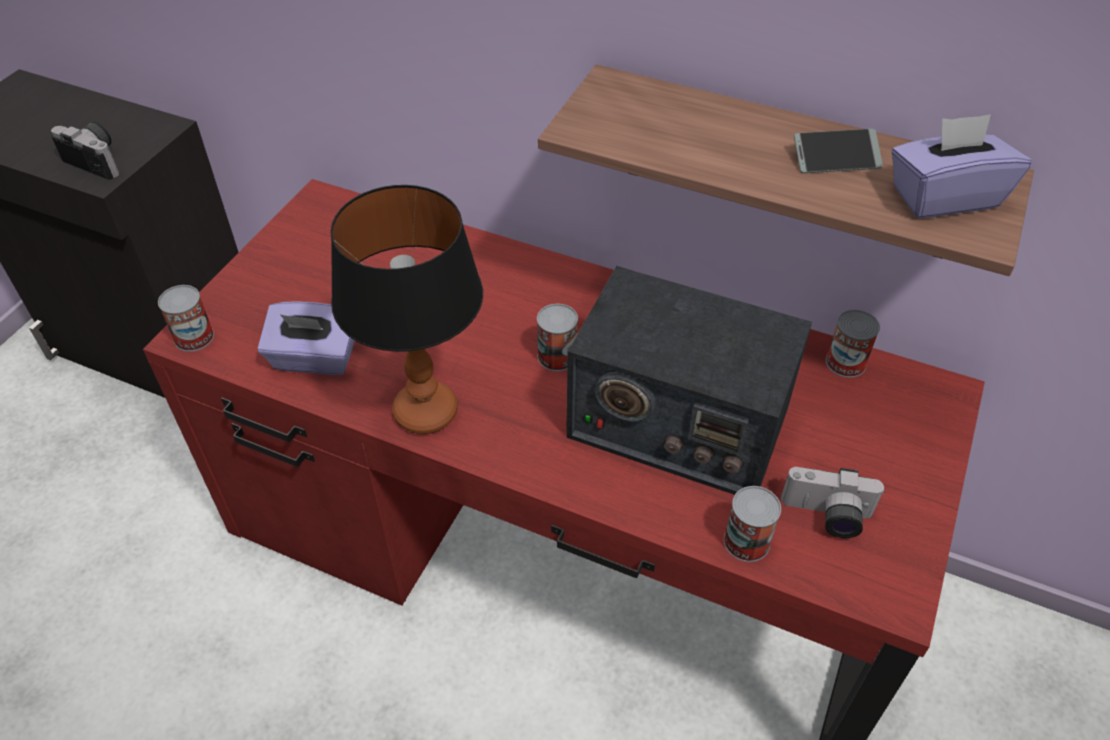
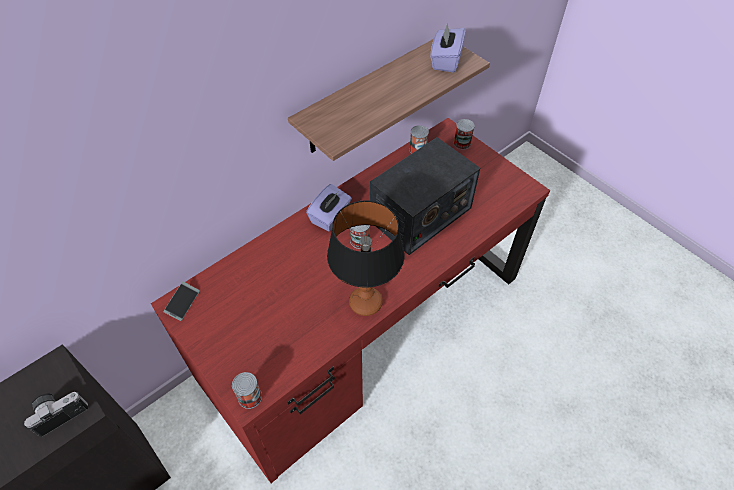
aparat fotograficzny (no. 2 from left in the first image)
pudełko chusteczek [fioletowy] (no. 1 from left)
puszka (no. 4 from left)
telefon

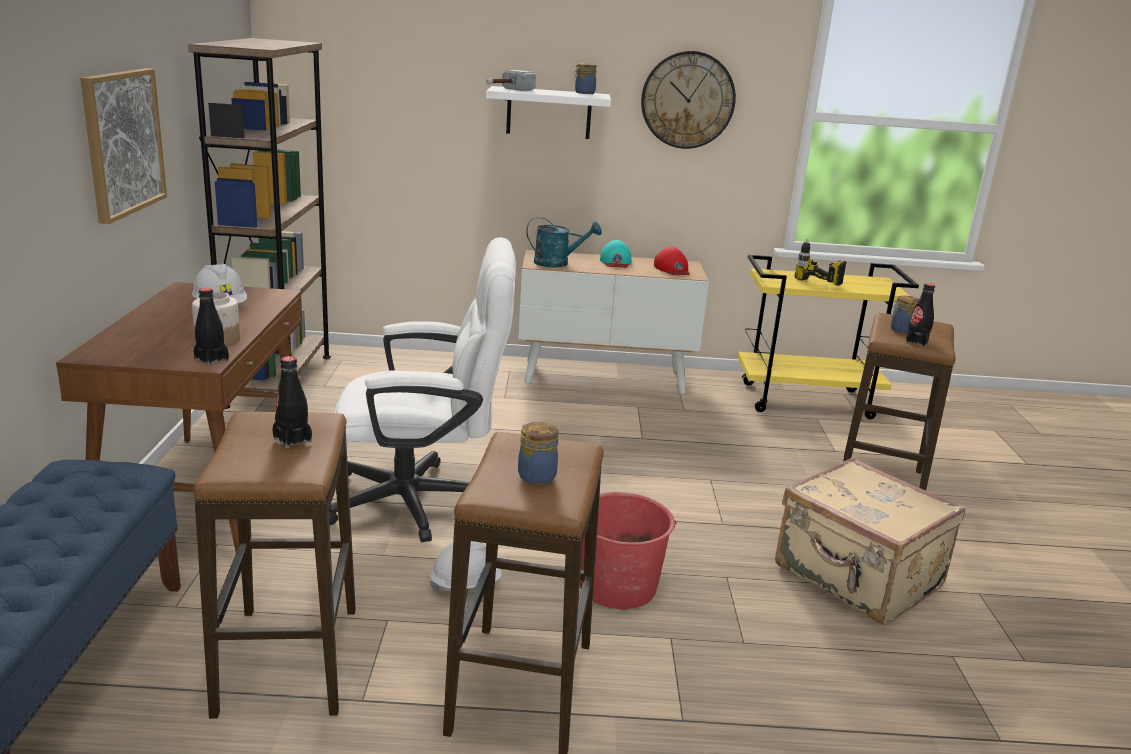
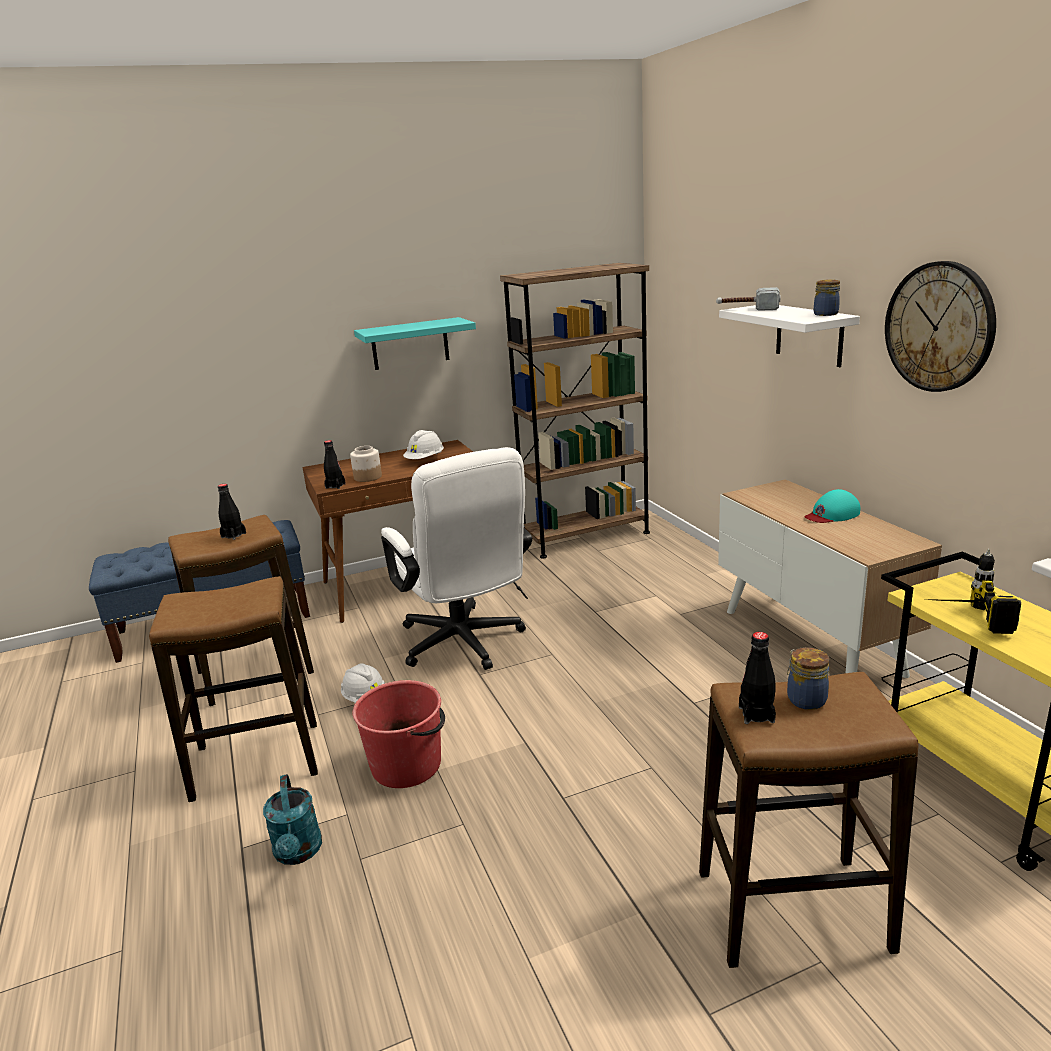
słoik (no. 2 from left in the first image)
czapka z daszkiem [czerwony]
walizka [beżowy]
konewka [turkusowy]
półka [turkusowy]

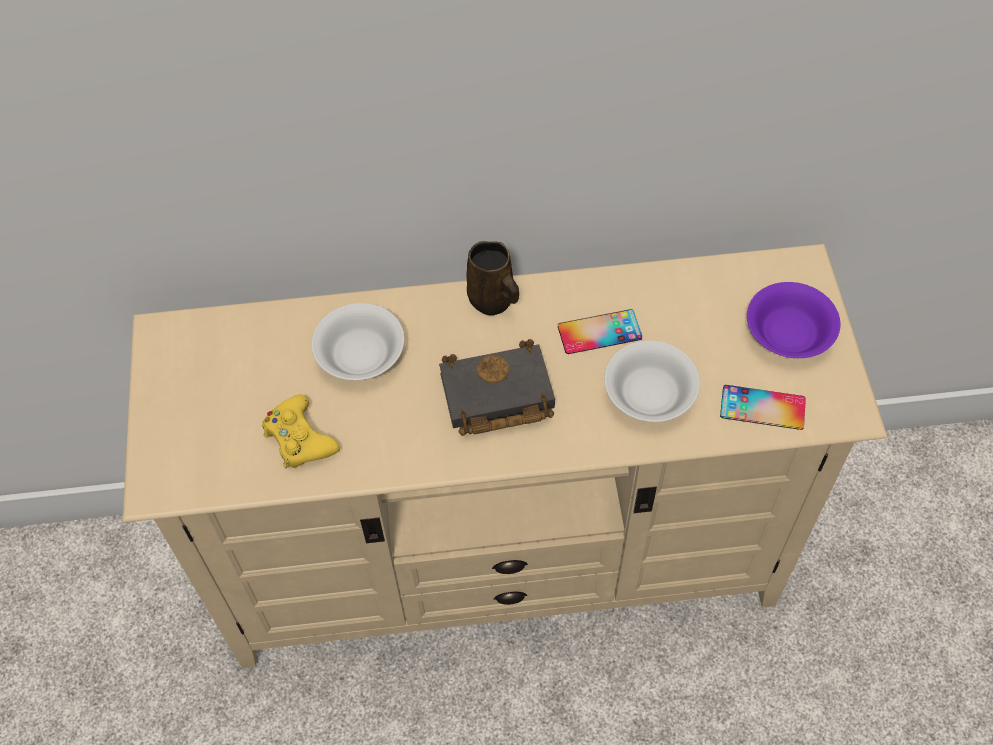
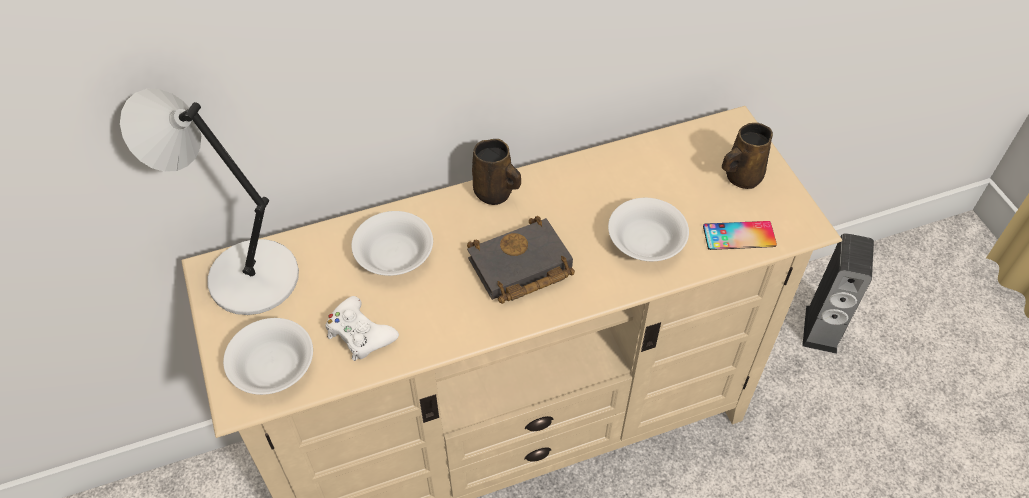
telefon (no. 1 from left in the first image)
lampa stołowa [szary]
miska [biały] (no. 1 from left)
głośnik
kubek [brązowy] (no. 2 from left)
pad do gier [biały]

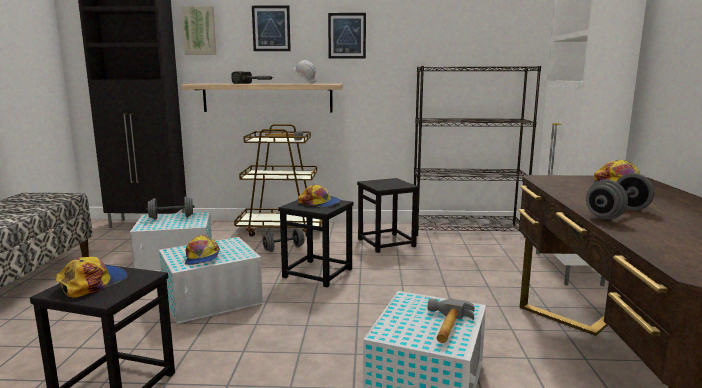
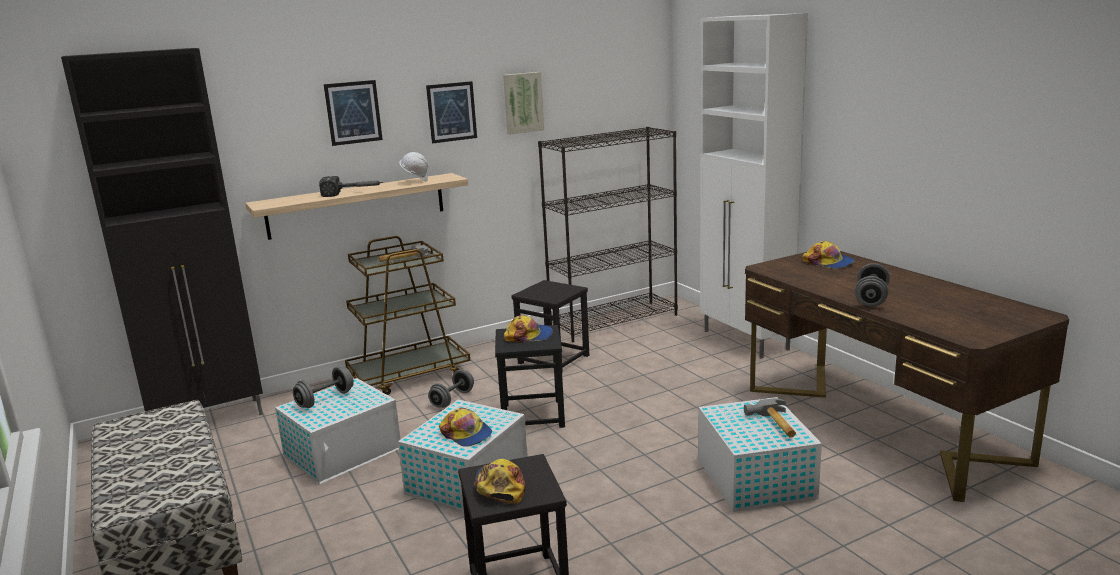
obraz (no. 3 from left)

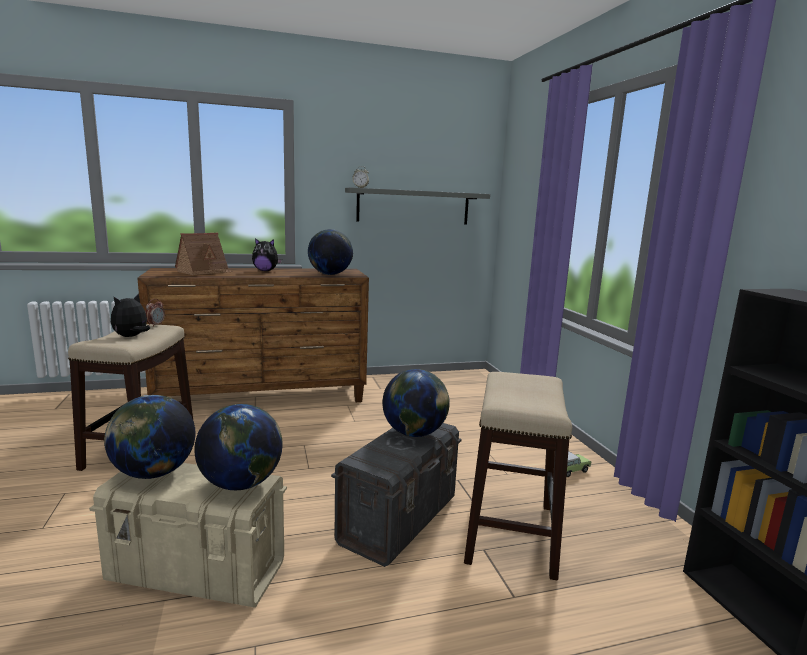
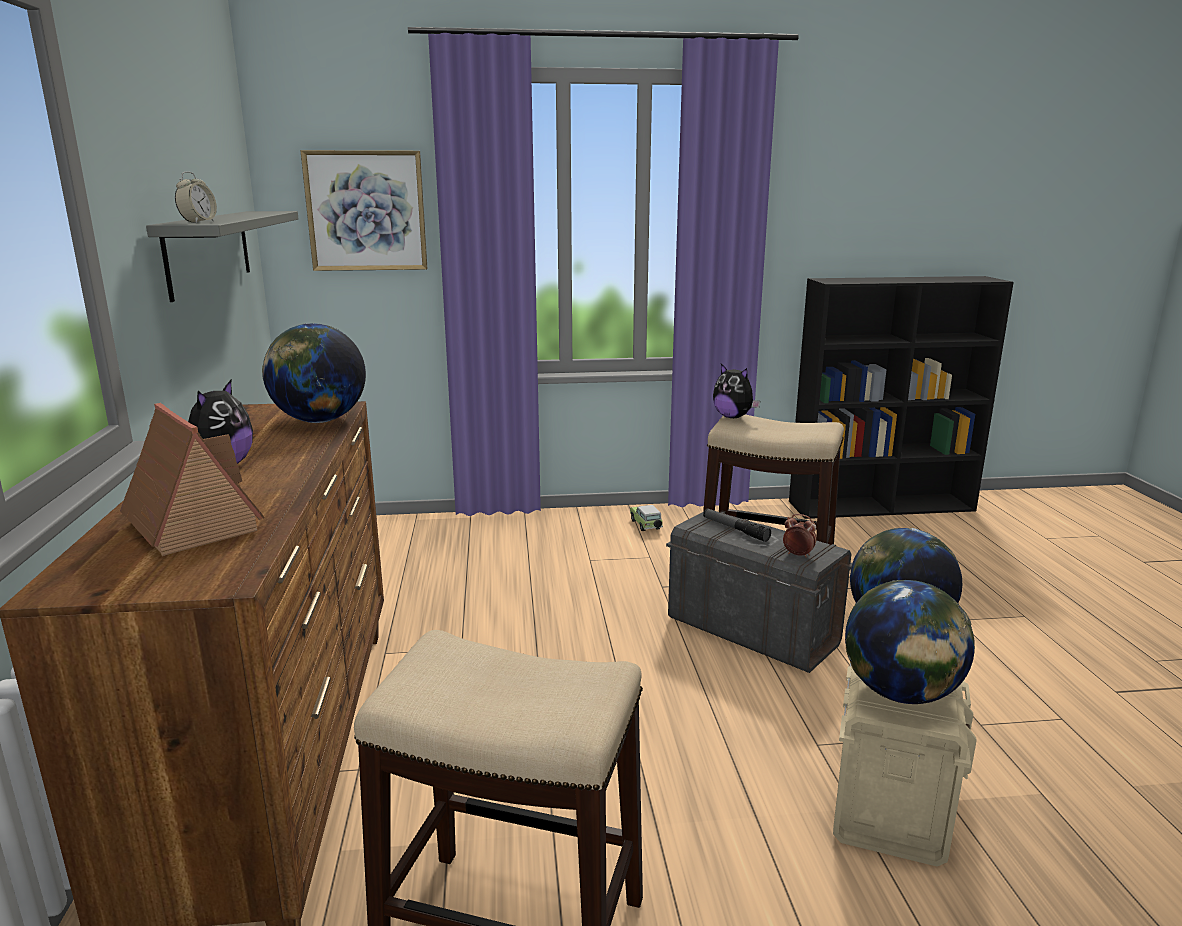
obraz
pluszak (no. 2 from left)
budzik (no. 2 from left)
latarka

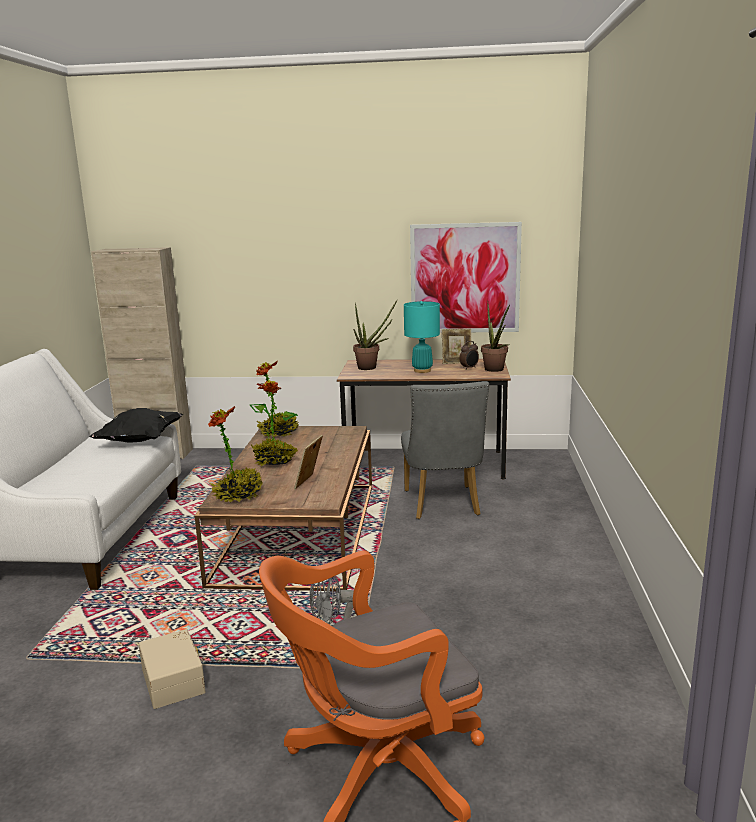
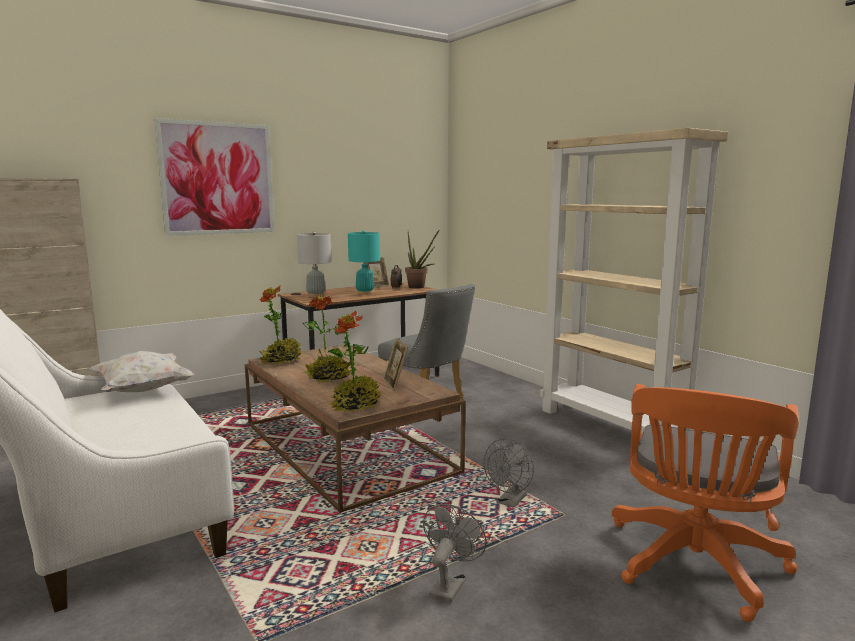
regał [beżowy]
obraz
wentylator [szary] (no. 1 from left)
lampa stołowa [szary]
poduszka [biały]

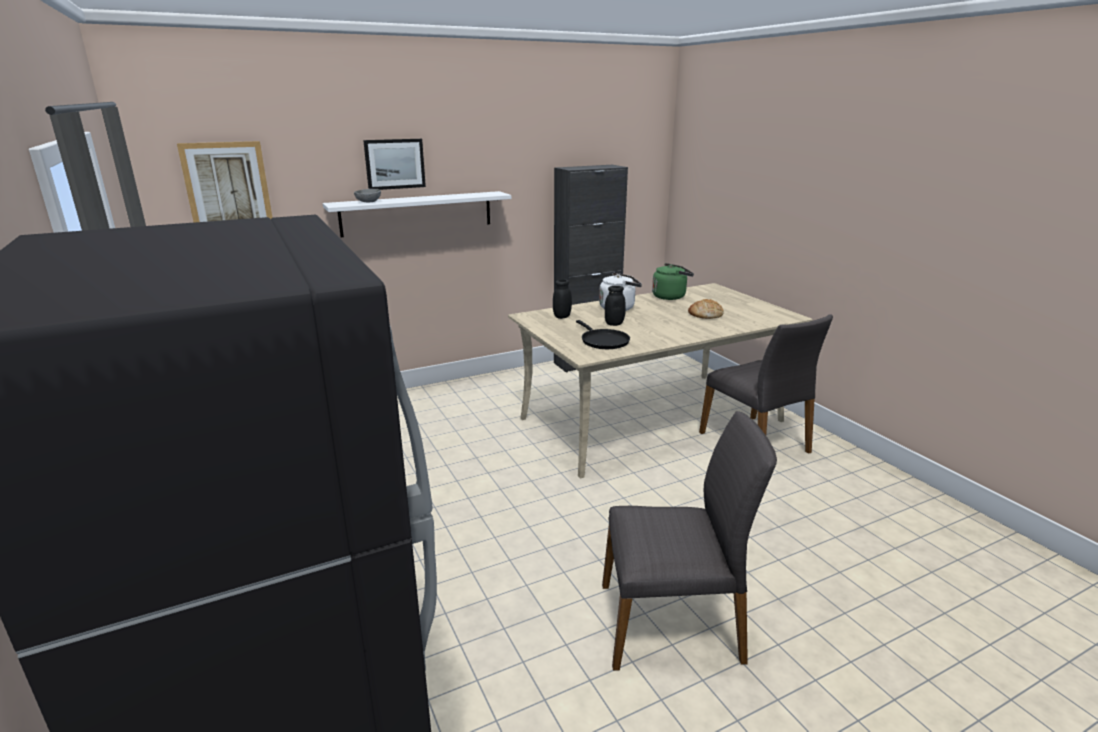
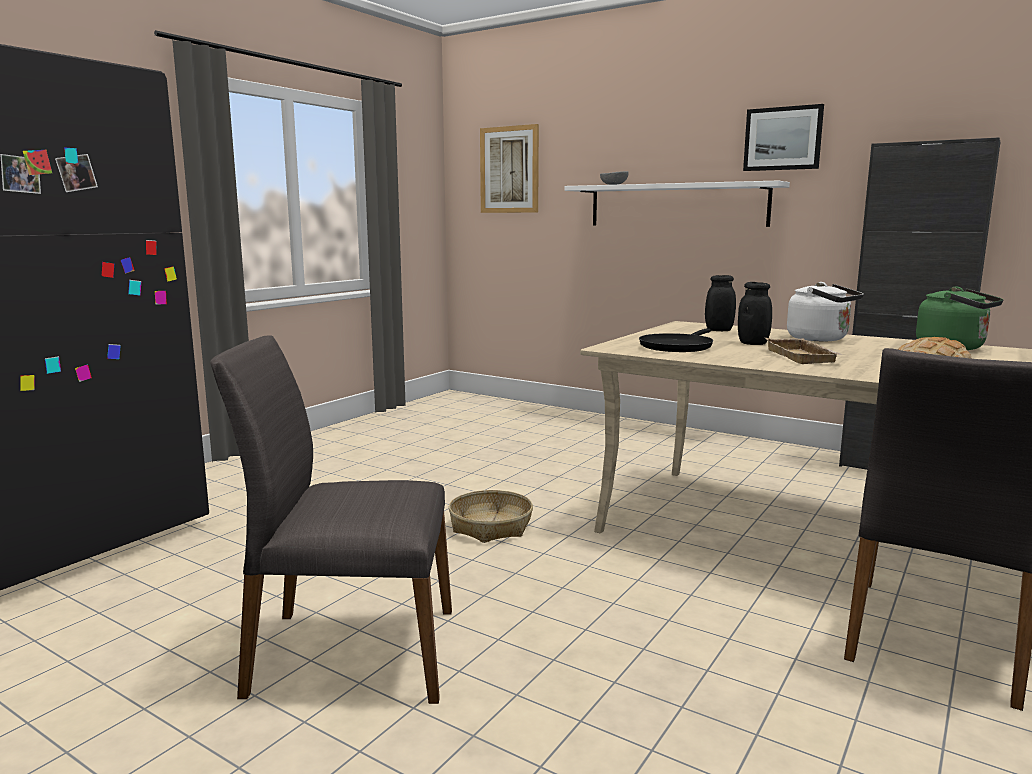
koszyk
taca [beżowy]
obraz (no. 2 from left)
krzesło [szary] (no. 1 from left)

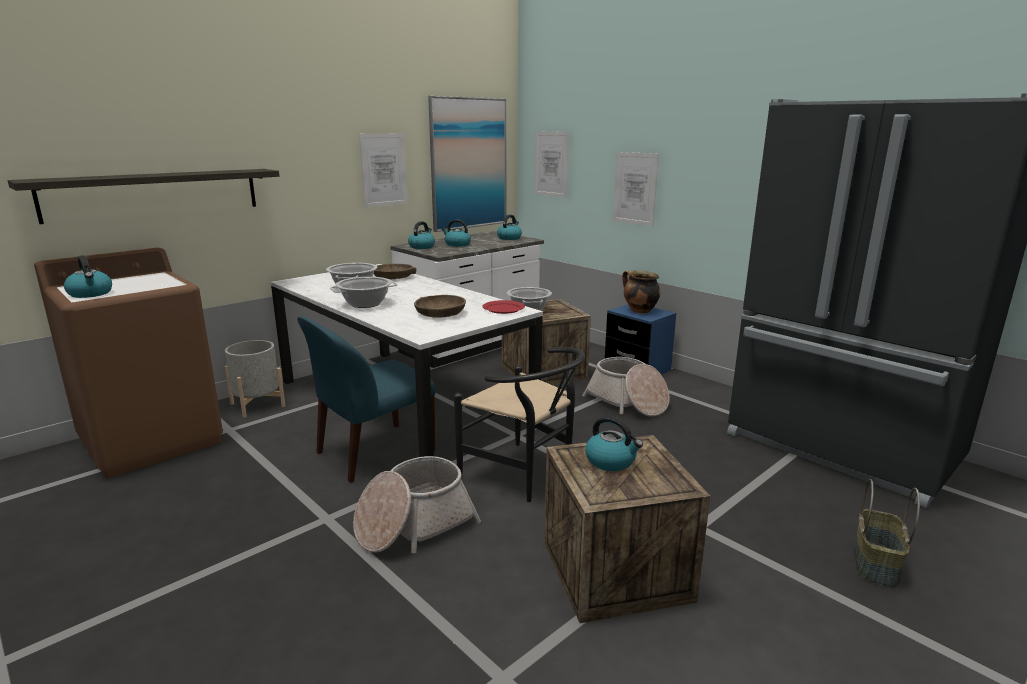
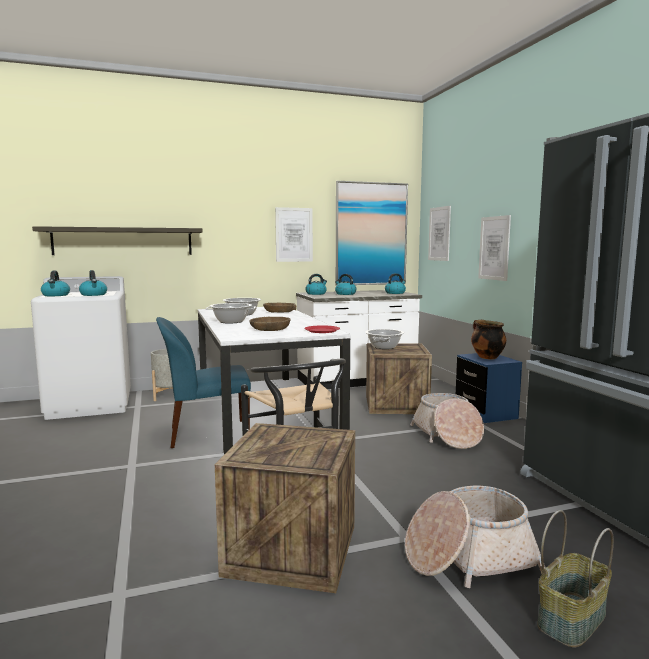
koszyk (no. 2 from left)
czajnik (no. 2 from left)
pralka [biały]

